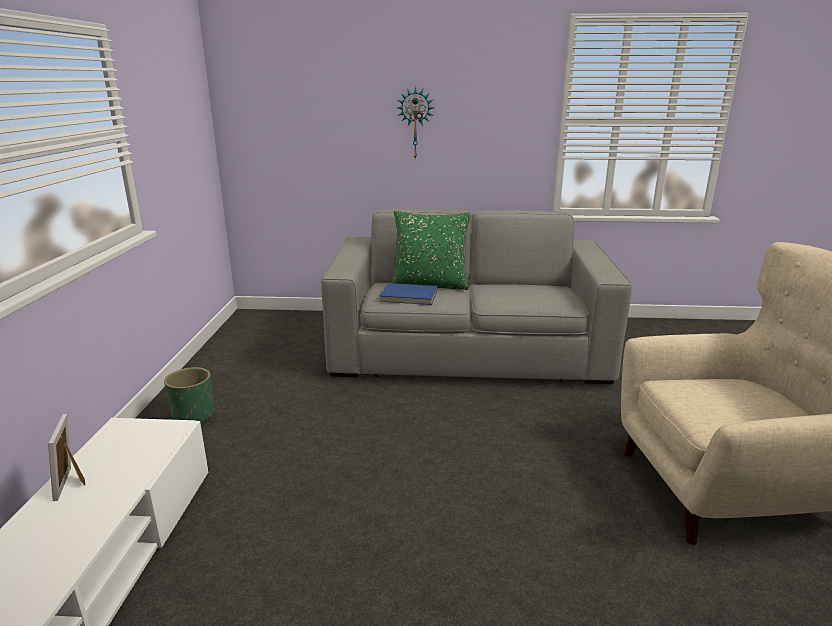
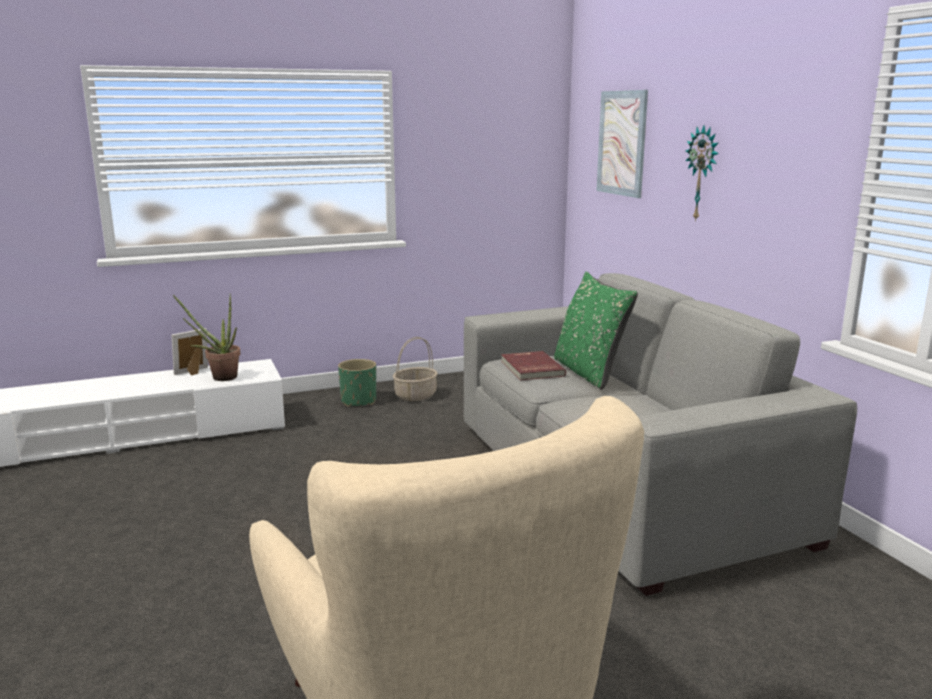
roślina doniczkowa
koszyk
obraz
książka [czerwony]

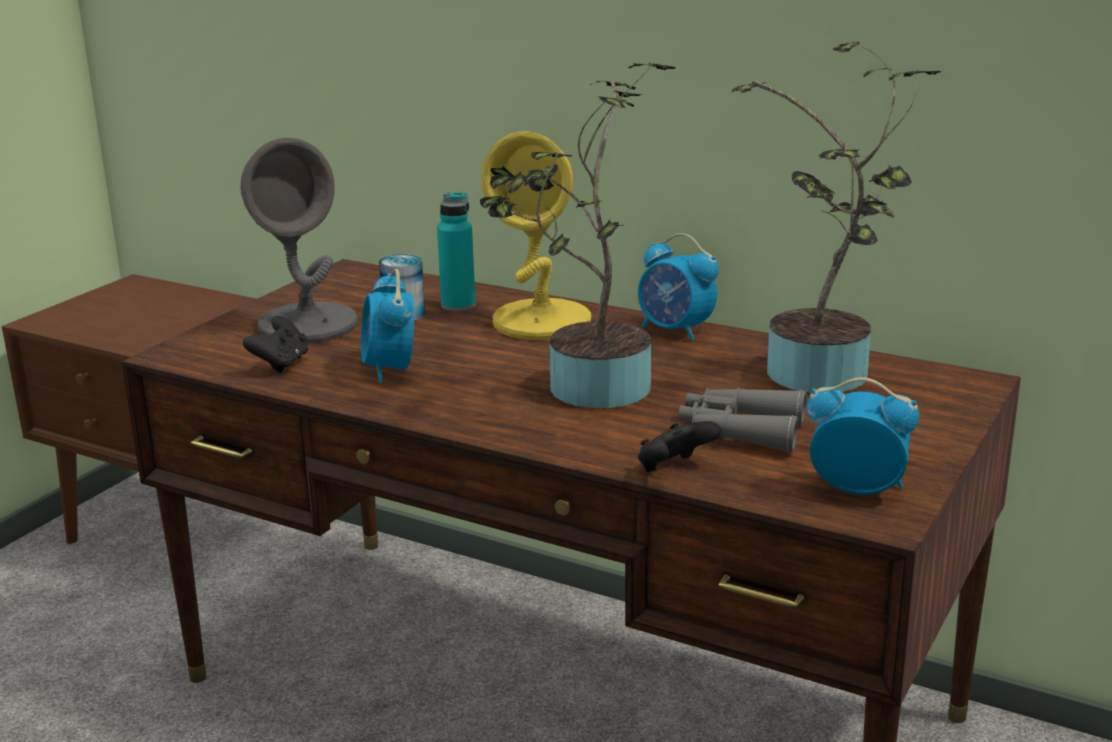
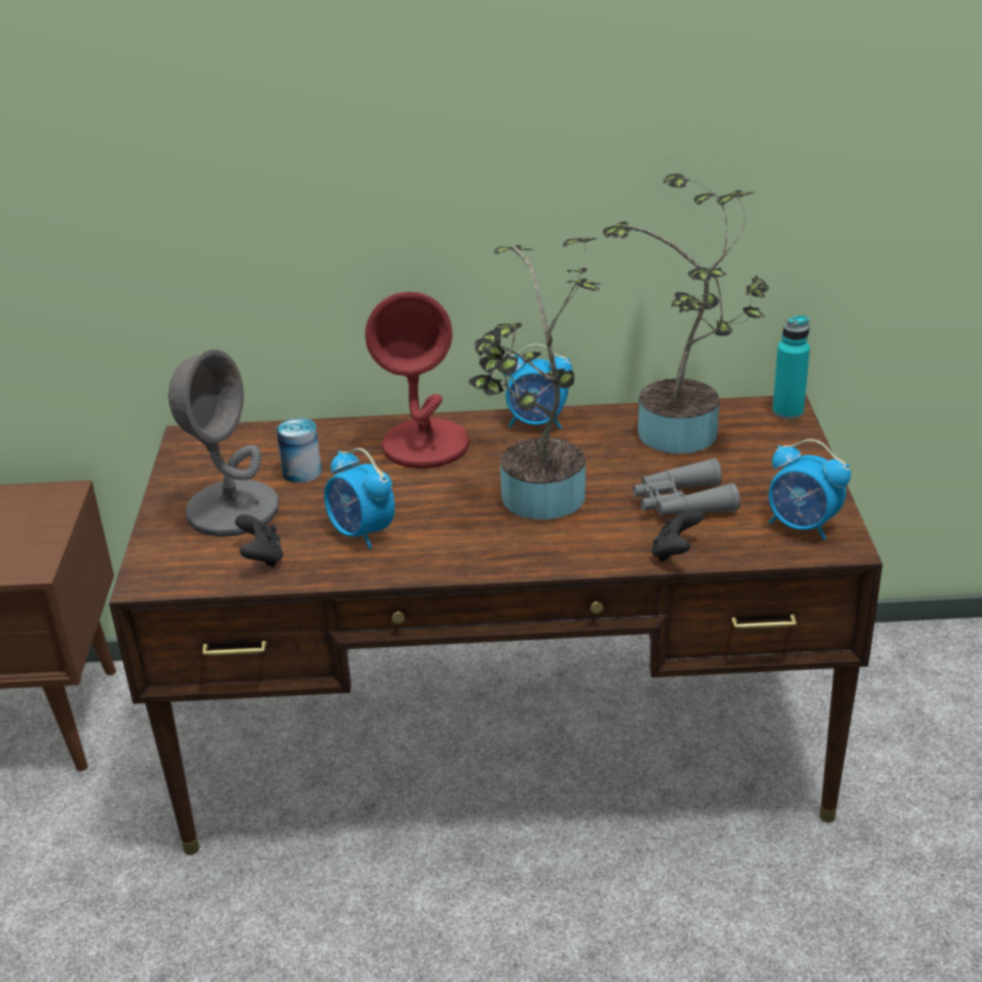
butelka [turkusowy]
lampa stołowa [czerwony]
budzik (no. 3 from left)

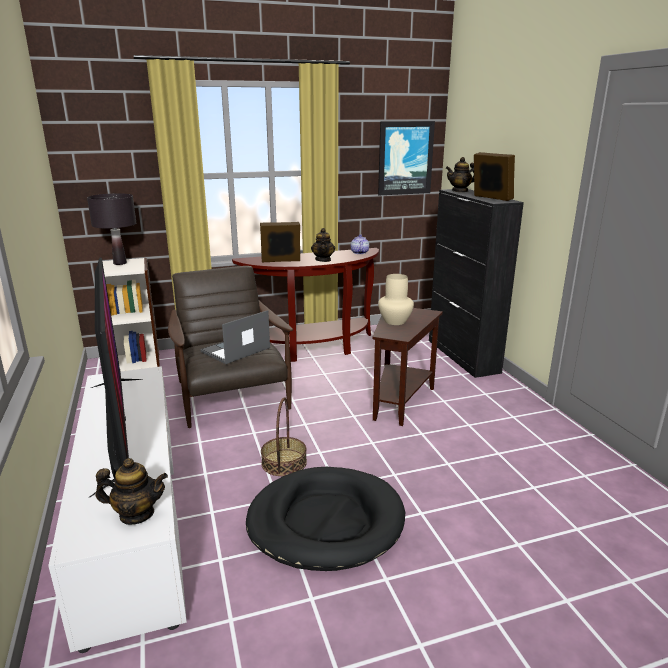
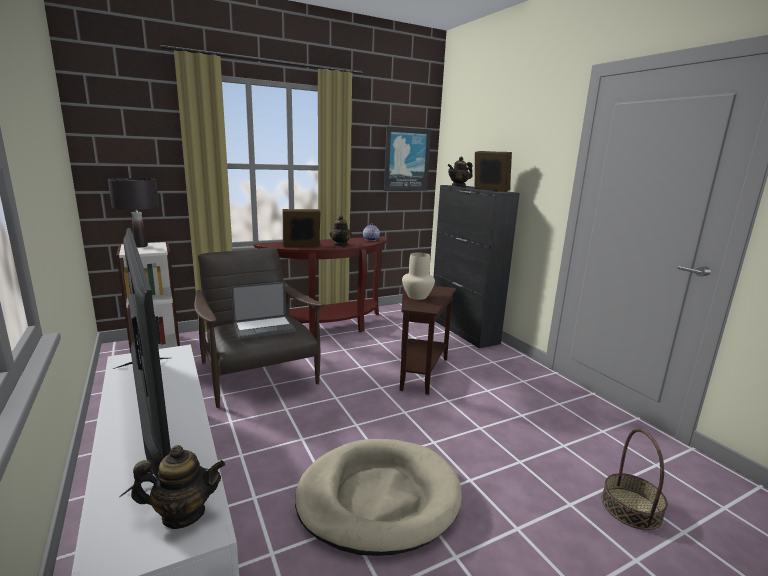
koszyk
legowisko [beżowy]
laptop

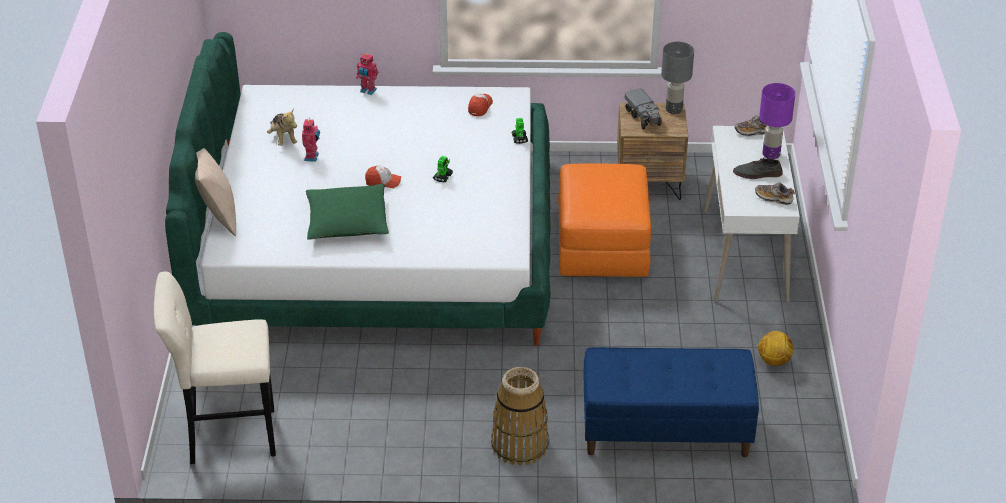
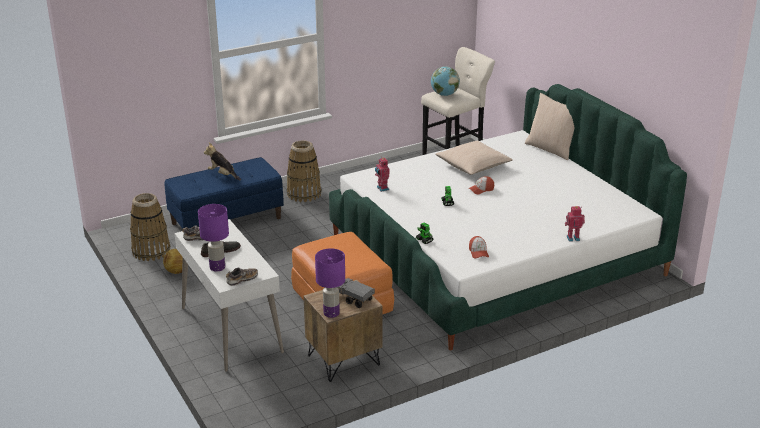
koszyk (no. 1 from left)
globus
pluszak
robot zabawkowy (no. 1 from left)
poduszka [beżowy] (no. 1 from left)
lampa stołowa [fioletowy] (no. 2 from left)

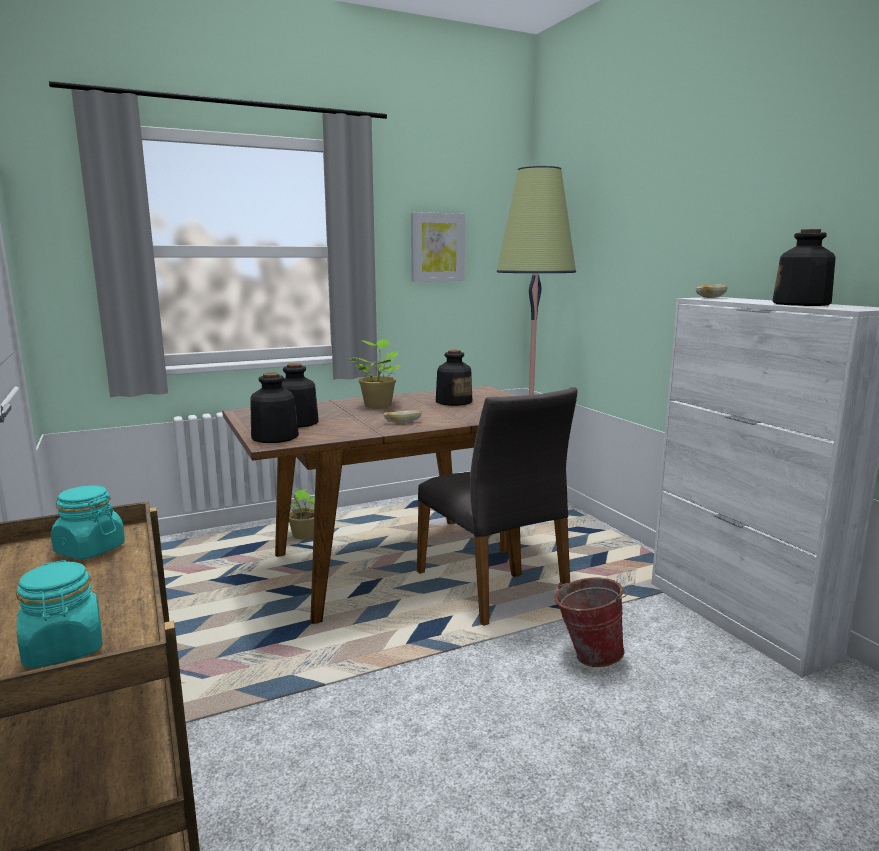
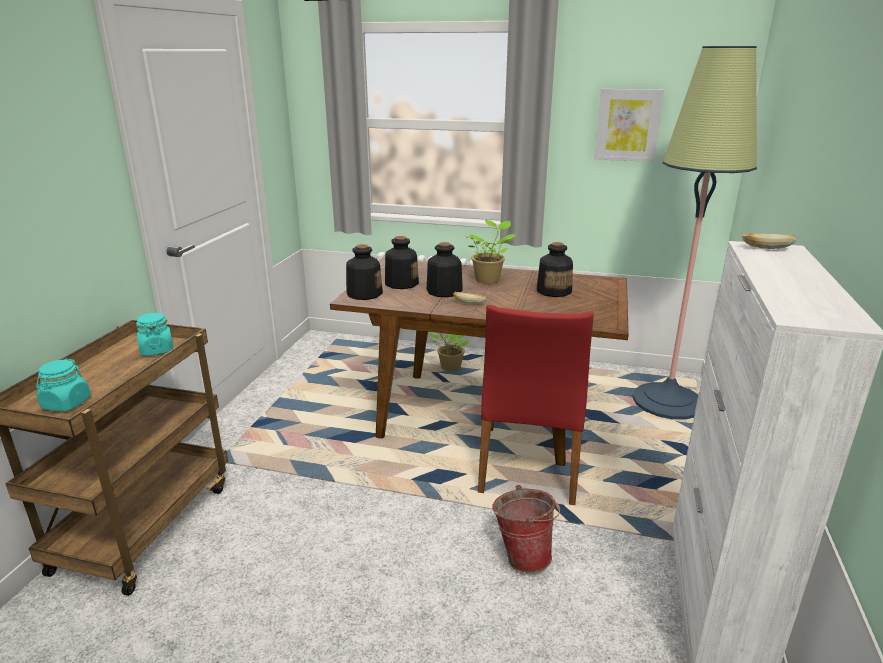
butelka (no. 3 from left)
krzesło [czerwony]

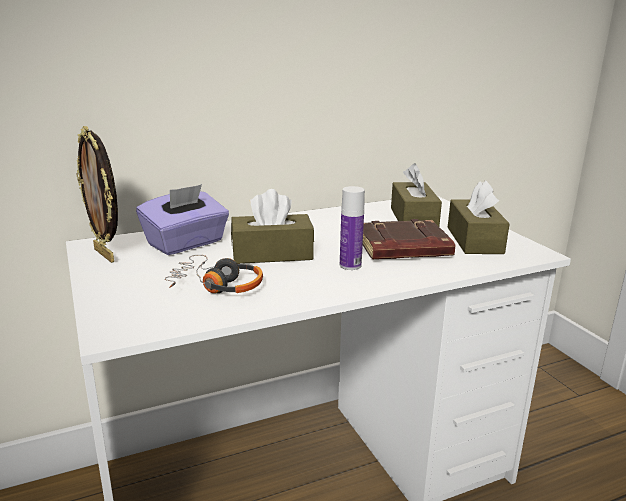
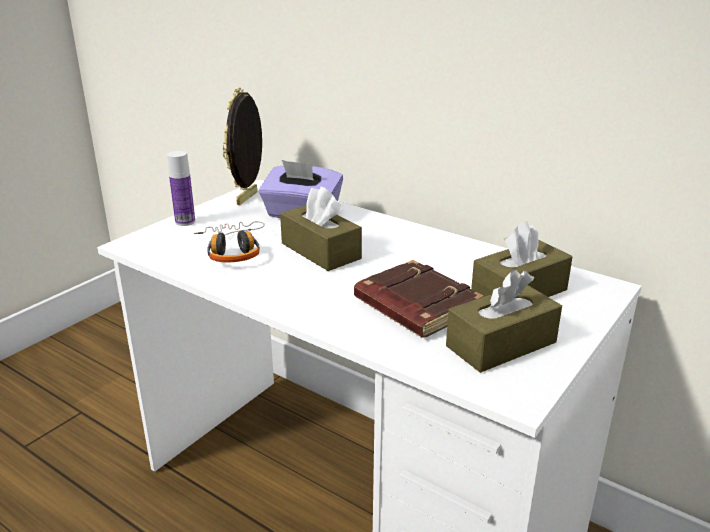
butelka

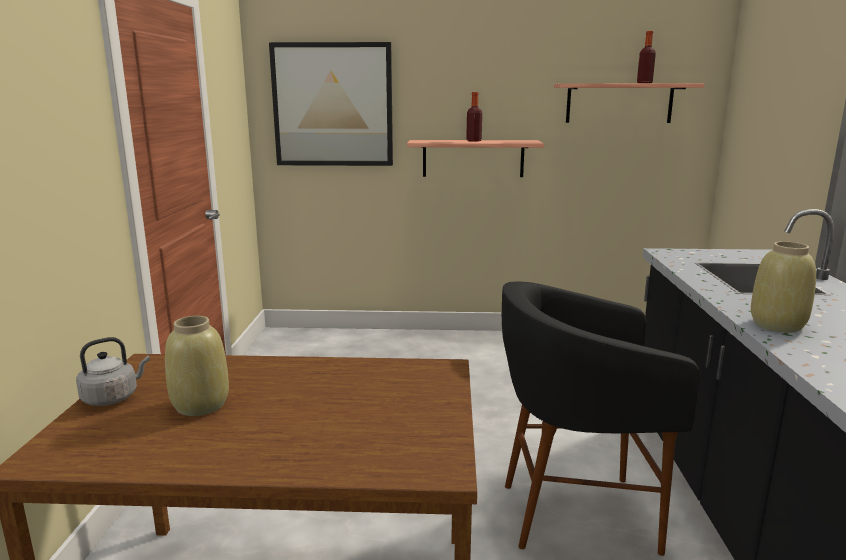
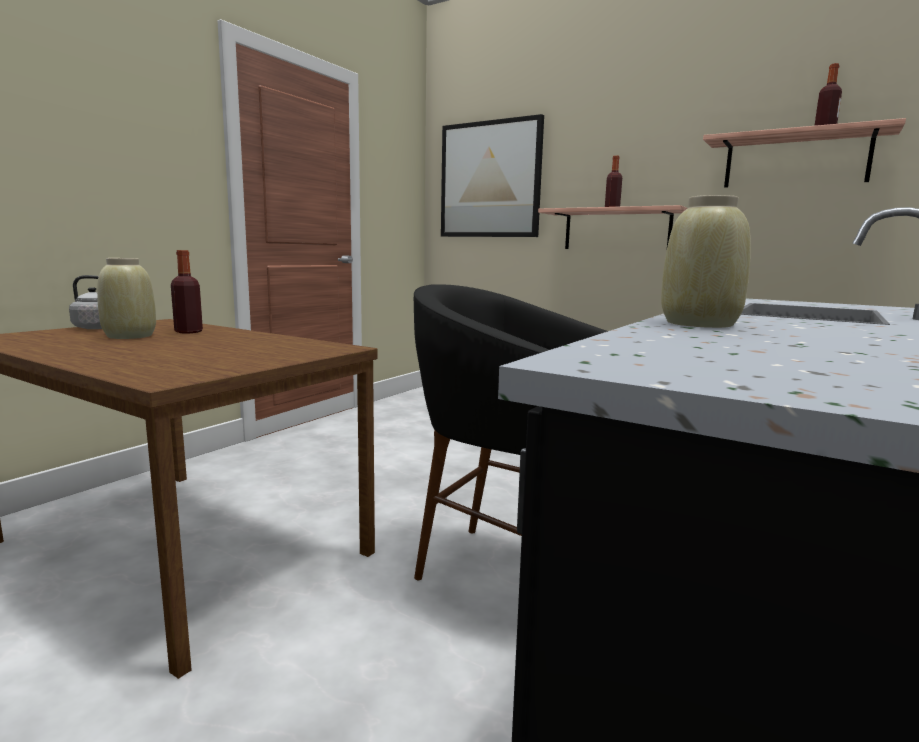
butelka (no. 1 from left)

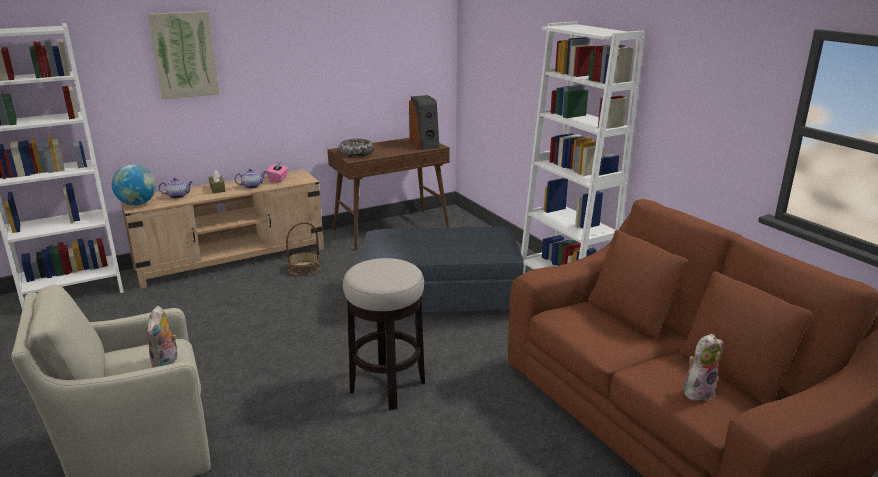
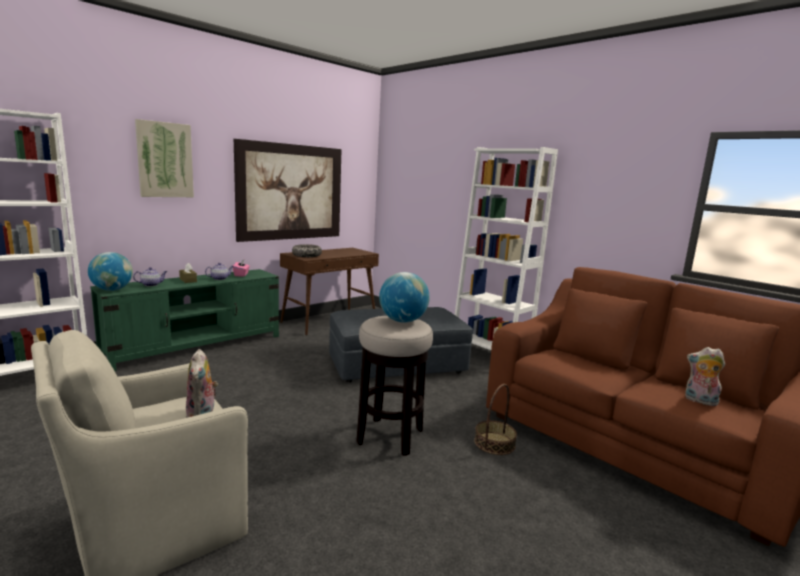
głośnik
obraz (no. 2 from left)
globus (no. 2 from left)
koszyk
szafka pod telewizor [zielony]
pluszak (no. 2 from left)

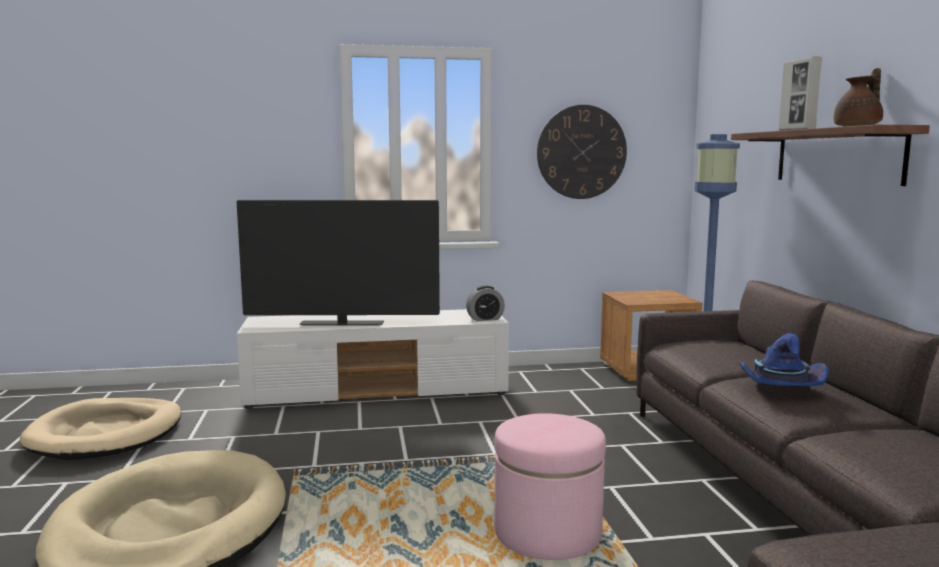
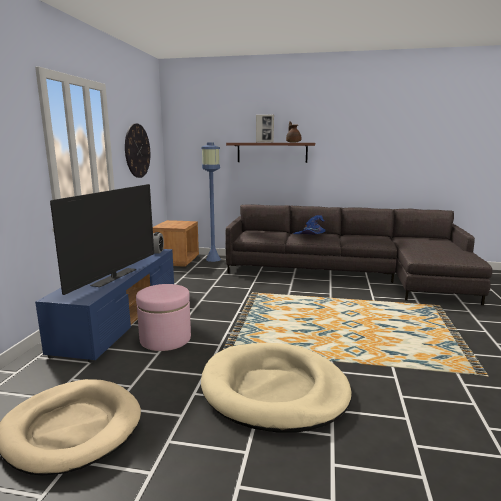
pufa [różowy]
szafka pod telewizor [niebieski]

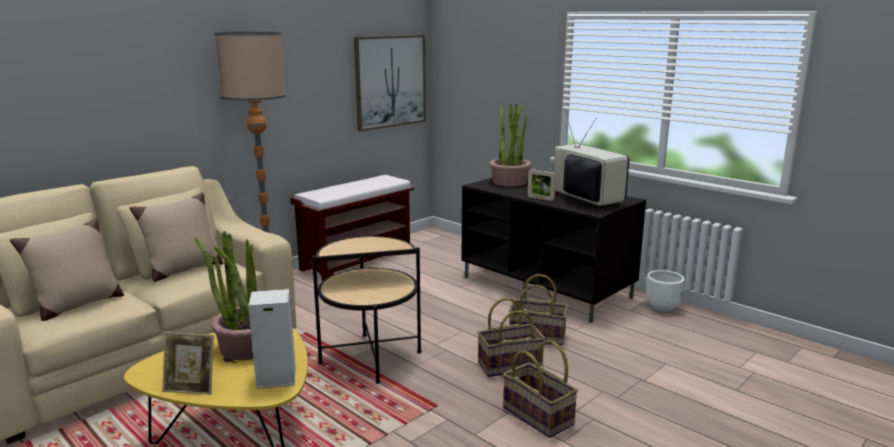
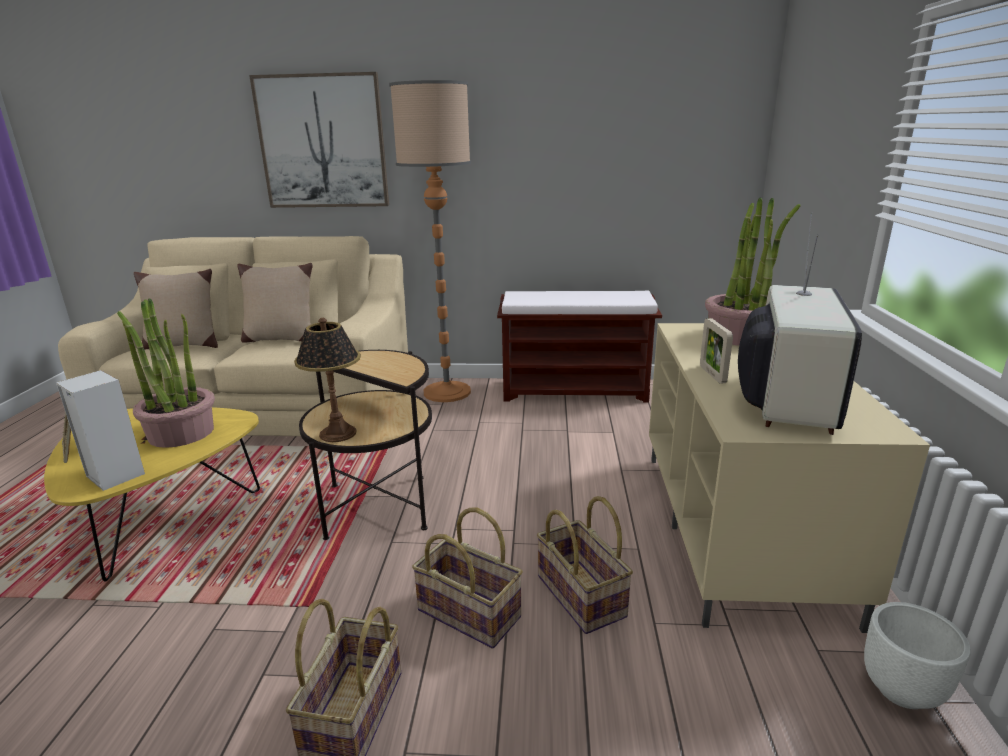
lampa stołowa
obraz
szafka pod telewizor [beżowy]

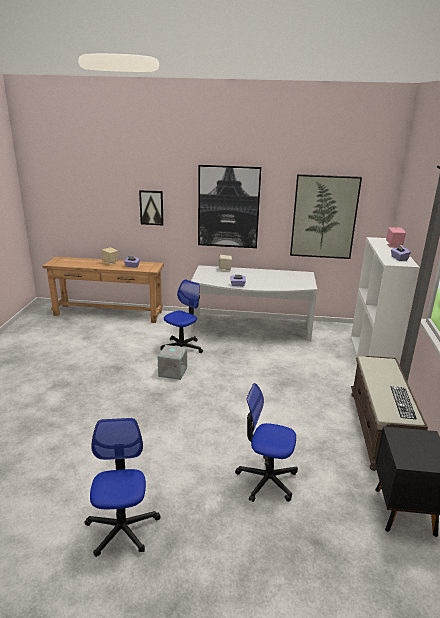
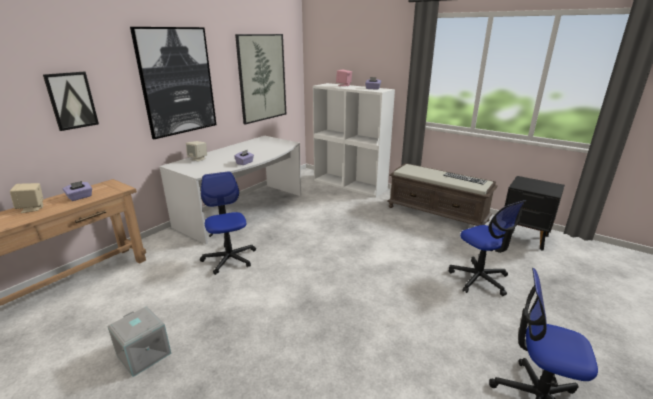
pojemnik do przechowywania [szary]
krzesło biurowe (no. 2 from left)

